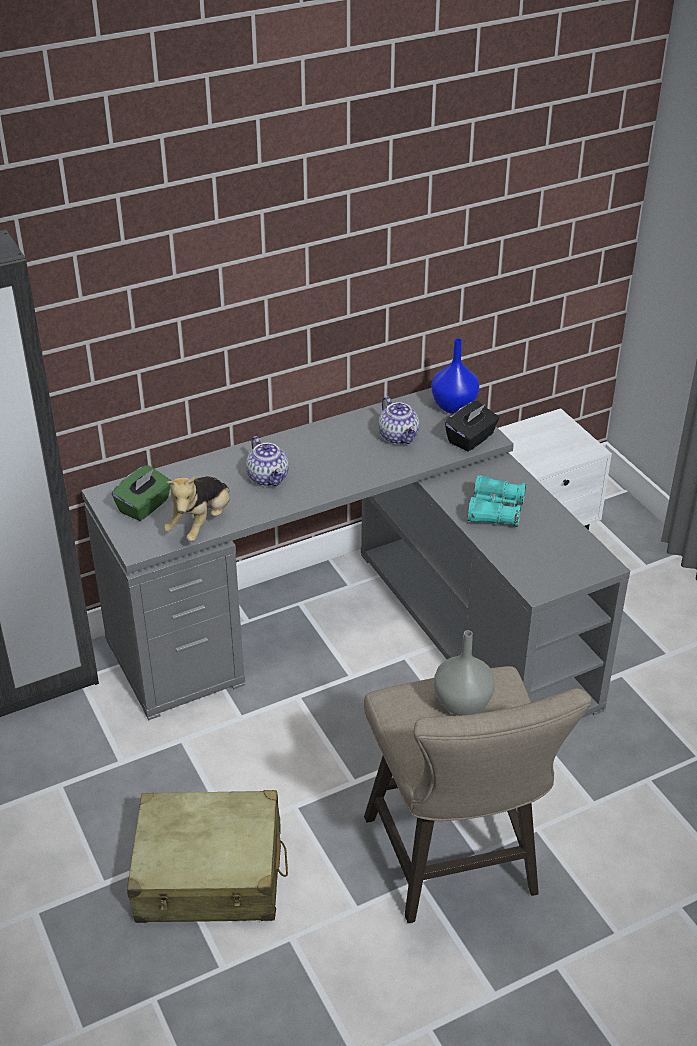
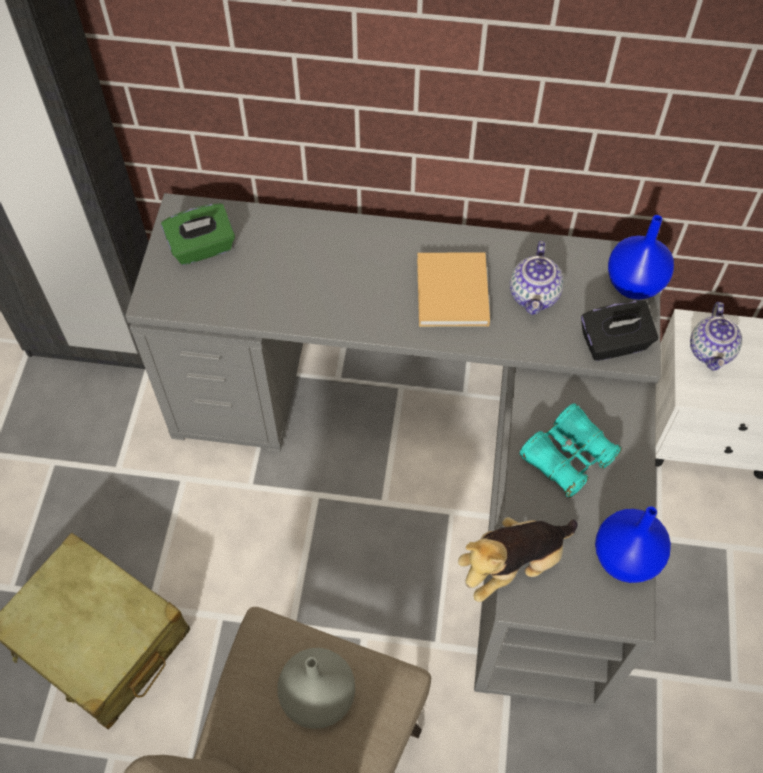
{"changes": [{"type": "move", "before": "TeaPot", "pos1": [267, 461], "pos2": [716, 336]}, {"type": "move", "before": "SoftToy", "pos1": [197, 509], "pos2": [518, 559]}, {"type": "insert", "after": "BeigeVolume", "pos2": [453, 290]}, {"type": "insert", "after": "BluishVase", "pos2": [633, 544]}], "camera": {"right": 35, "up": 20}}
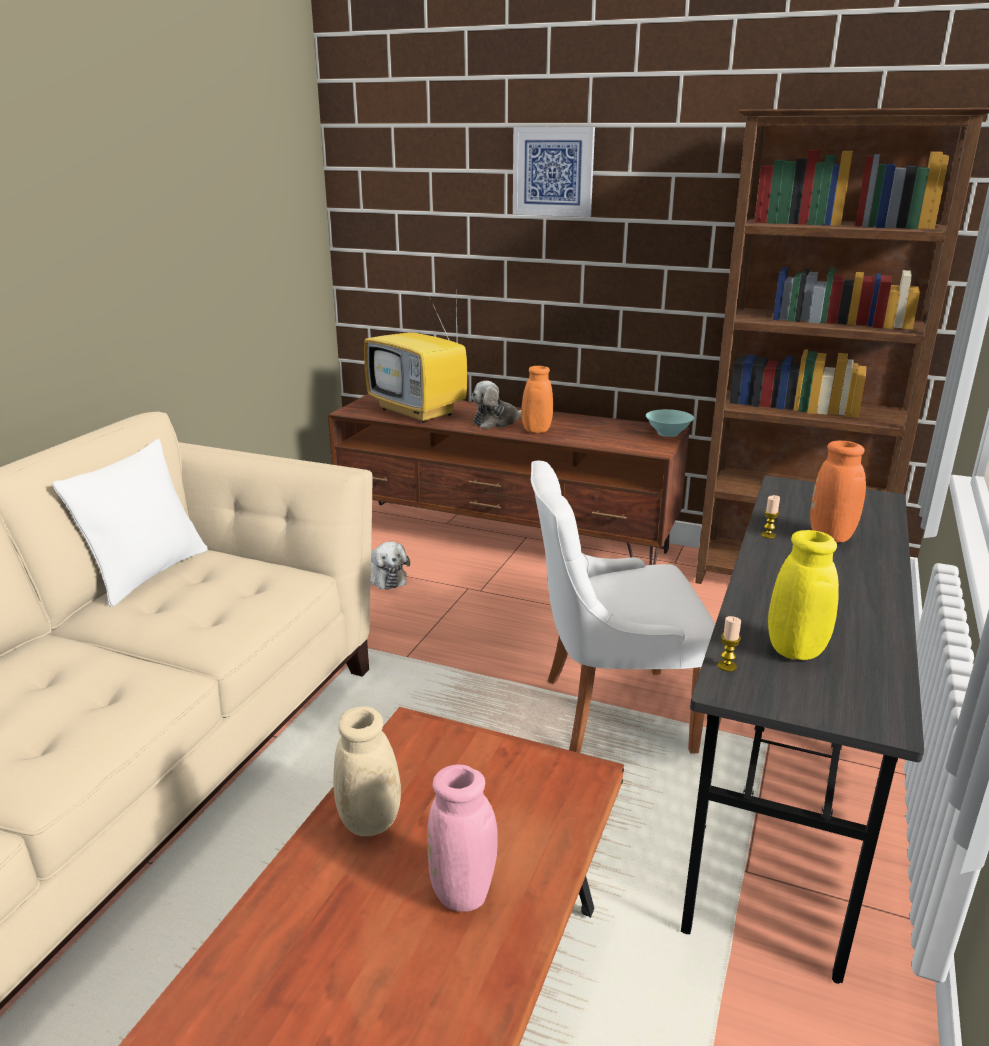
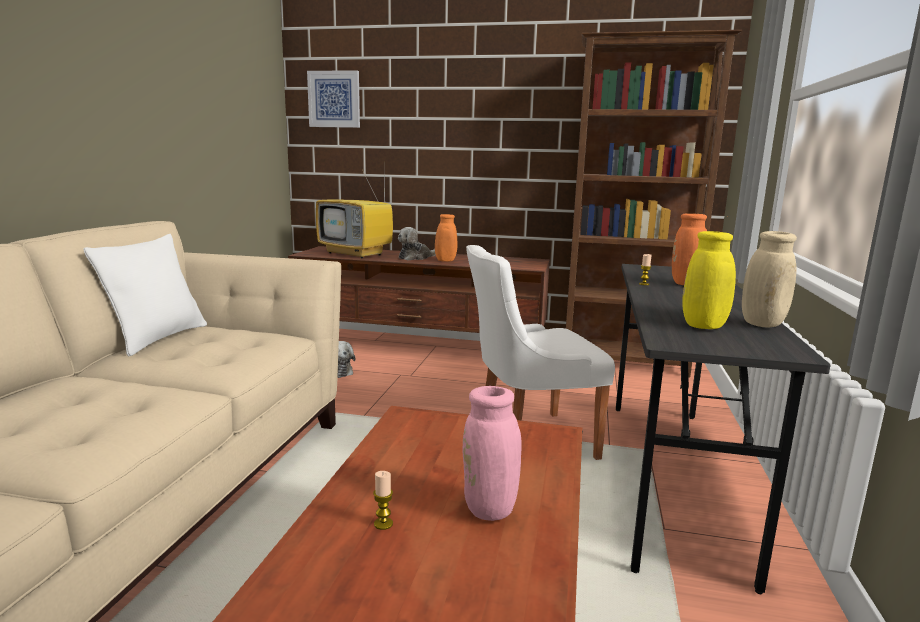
{"changes": [{"type": "move", "before": "Picture", "pos1": [554, 172], "pos2": [333, 99]}, {"type": "delete", "before": "TurquoiseServingBowl", "pos1": [670, 423]}, {"type": "move", "before": "WaxLight", "pos1": [729, 644], "pos2": [383, 500]}, {"type": "move", "before": "BeigeVase", "pos1": [368, 746], "pos2": [769, 279]}], "camera": {"right": -10, "up": -10}}
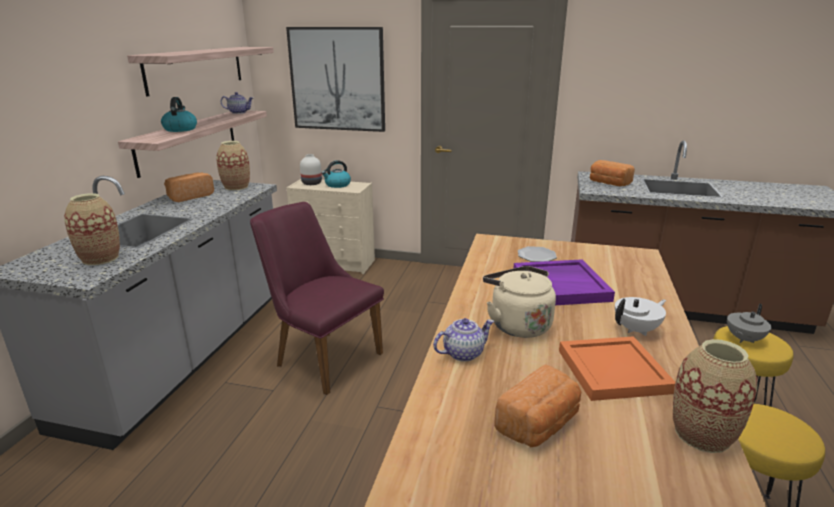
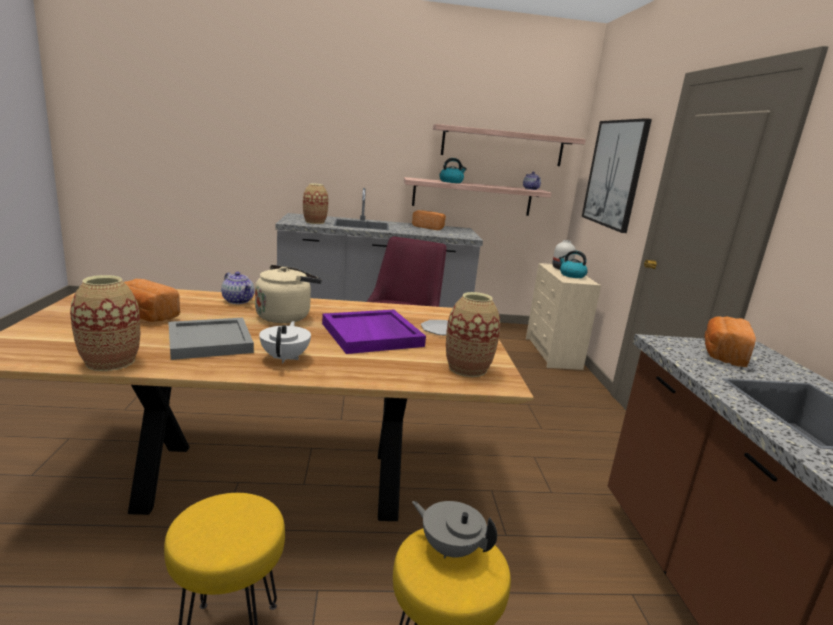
{"changes": [{"type": "move", "before": "Vase", "pos1": [233, 165], "pos2": [473, 334]}, {"type": "rotate", "before": "WhiteColouredTeaPot", "pos1": [640, 316], "pos2": [285, 342], "turn": -135}, {"type": "recolor", "before": "OrangeyServingTray", "after": "GreyServingTray", "pos1": [617, 368], "pos2": [211, 339]}], "camera": {"right": 70, "up": -5}}
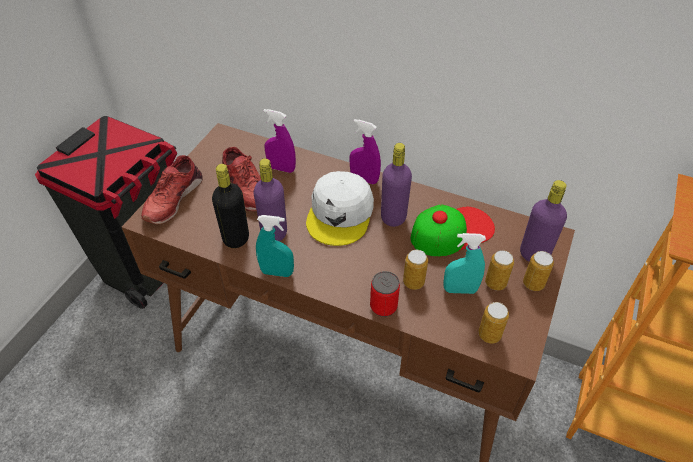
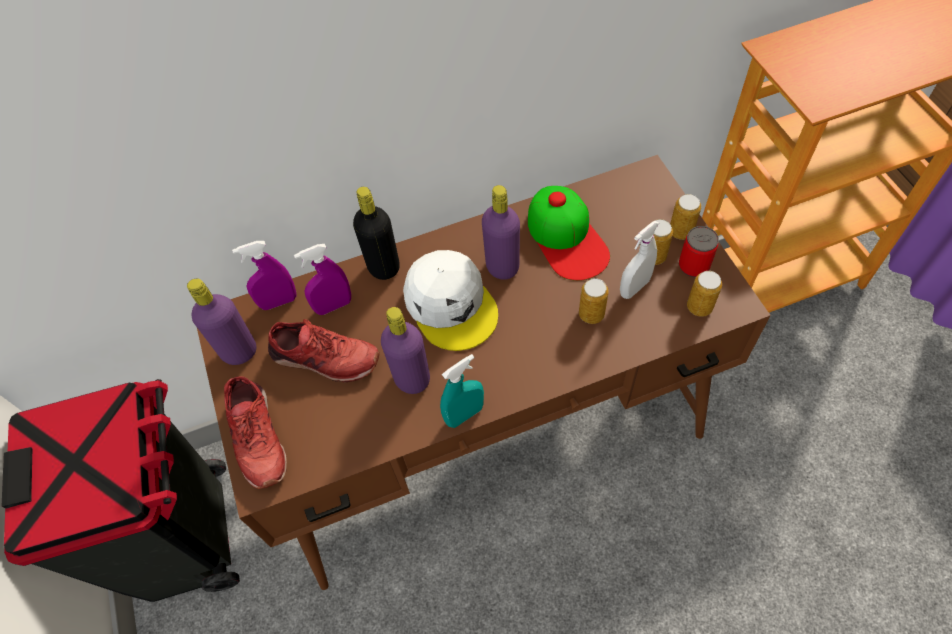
{"changes": [{"type": "move", "before": "PurpleColouredSprayer", "pos1": [365, 151], "pos2": [264, 275]}, {"type": "move", "before": "BlackBeverageBottle", "pos1": [230, 206], "pos2": [376, 233]}, {"type": "move", "before": "PurpleColouredBeverageBottle", "pos1": [543, 221], "pos2": [221, 322]}, {"type": "rotate", "before": "BaseballCap", "pos1": [453, 231], "pos2": [569, 233], "turn": 135}, {"type": "recolor", "before": "TurquoiseSprayer", "after": "WhiteColouredSprayer", "pos1": [464, 263], "pos2": [639, 260]}, {"type": "move", "before": "Can", "pos1": [385, 294], "pos2": [699, 251]}], "camera": {"right": -40, "up": 10}}
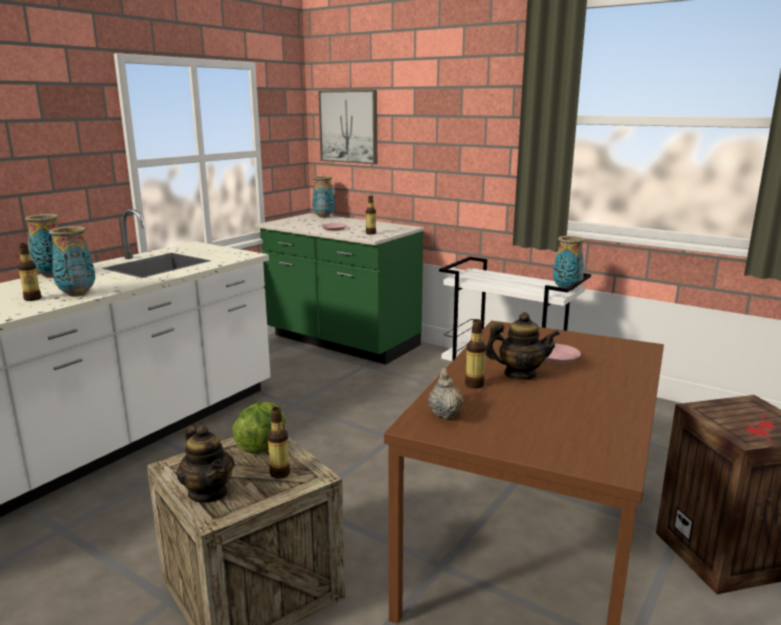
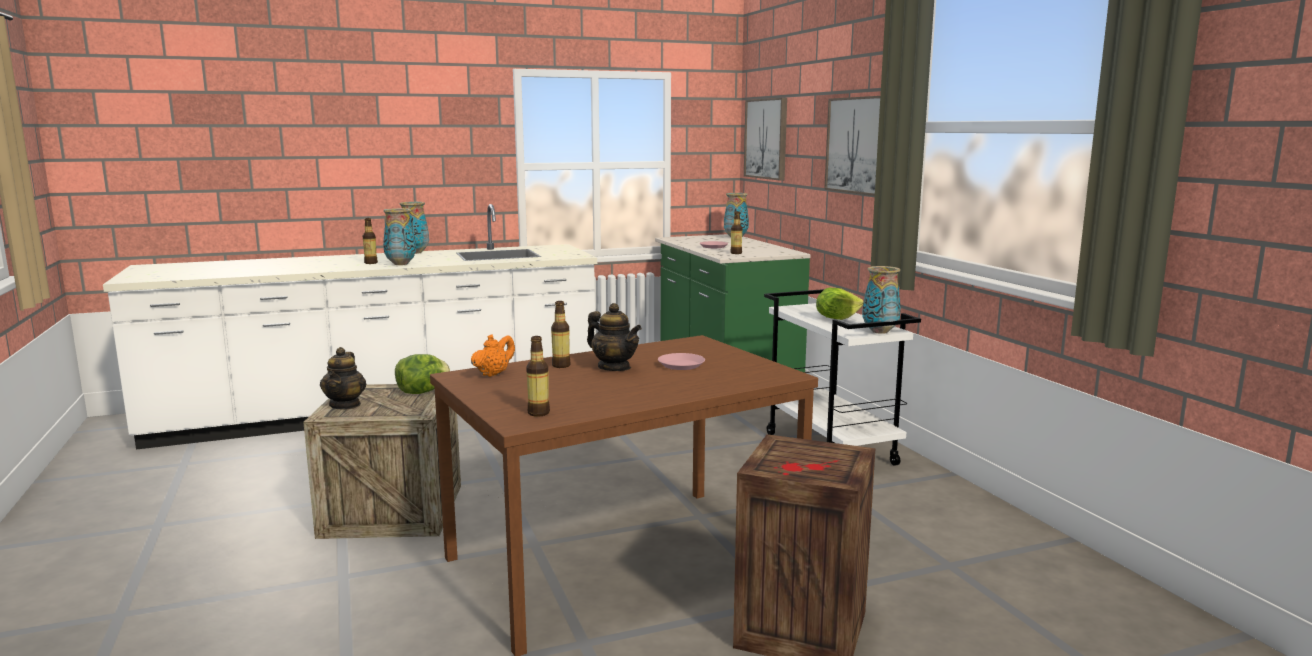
{"changes": [{"type": "recolor", "before": "BeigeTeaPot", "after": "OrangeyTeaPot", "pos1": [446, 393], "pos2": [493, 355]}, {"type": "move", "before": "BeverageBottle", "pos1": [278, 443], "pos2": [538, 376]}, {"type": "insert", "after": "Picture", "pos2": [852, 146]}, {"type": "insert", "after": "HeadOfLettuce", "pos2": [840, 303]}], "camera": {"right": 35, "up": -5}}
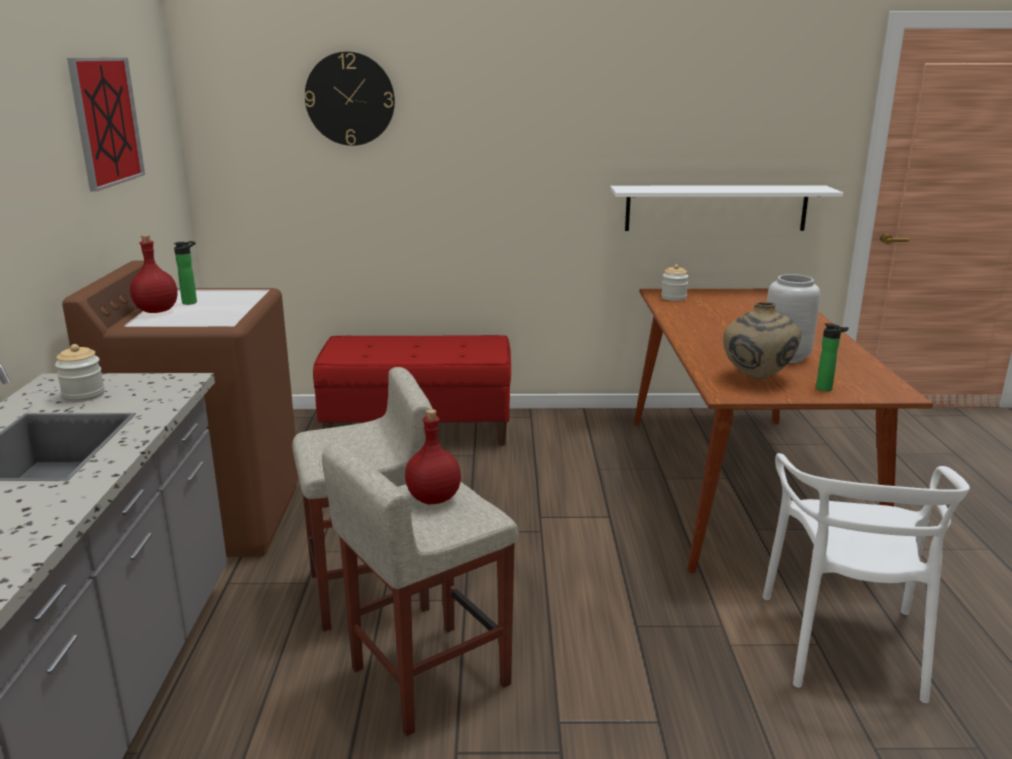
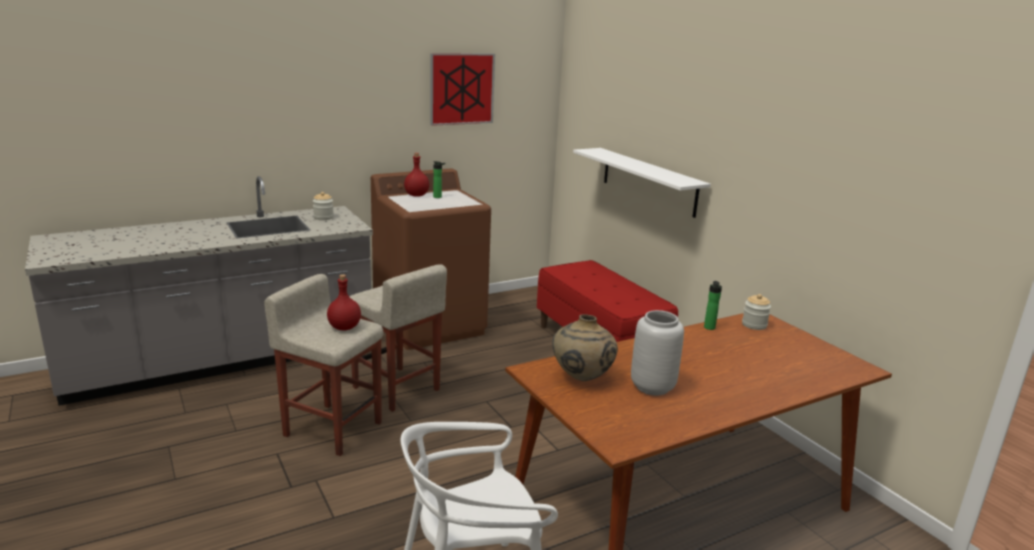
{"changes": [{"type": "delete", "before": "WallClock", "pos1": [350, 99]}, {"type": "move", "before": "WhiteColouredWallShelf", "pos1": [726, 208], "pos2": [642, 183]}, {"type": "move", "before": "BeverageBottle", "pos1": [832, 357], "pos2": [713, 305]}], "camera": {"right": 60, "up": 0}}
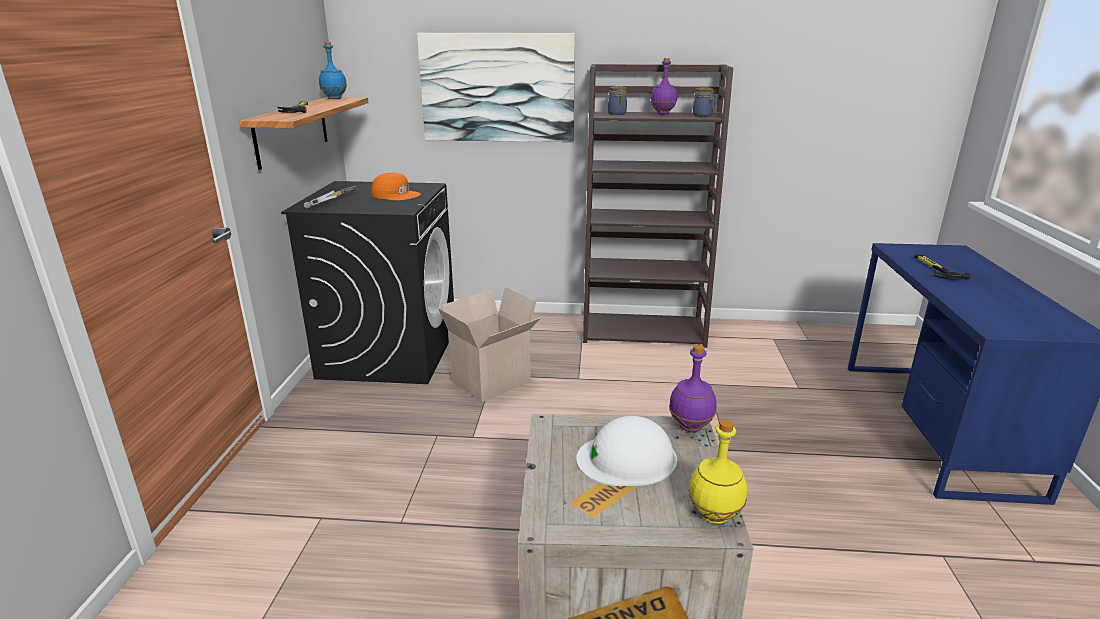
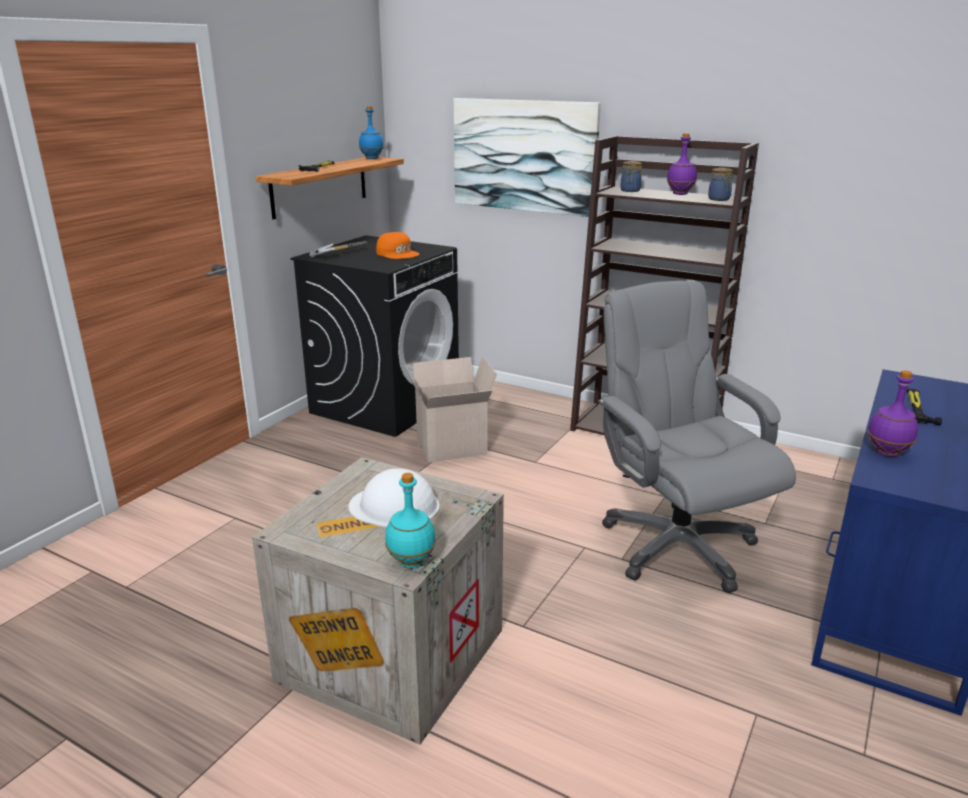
{"changes": [{"type": "move", "before": "PurpleColouredBeverageBottle", "pos1": [693, 388], "pos2": [892, 413]}, {"type": "recolor", "before": "YellowBeverageBottle", "after": "TurquoiseBeverageBottle", "pos1": [717, 471], "pos2": [410, 520]}, {"type": "insert", "after": "GreyOfficeChair", "pos2": [697, 436]}], "camera": {"right": 25, "up": 0}}
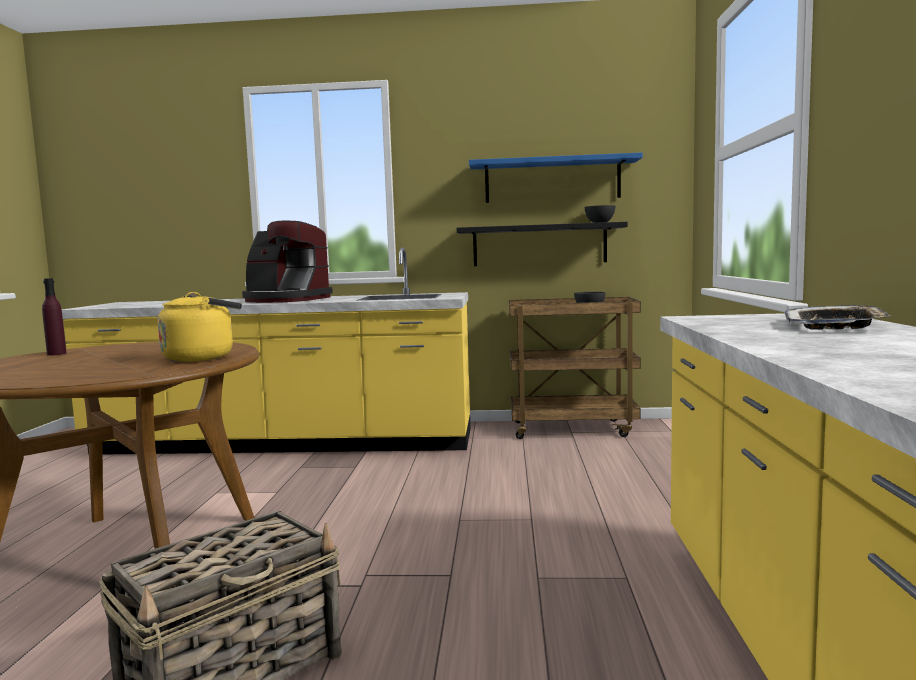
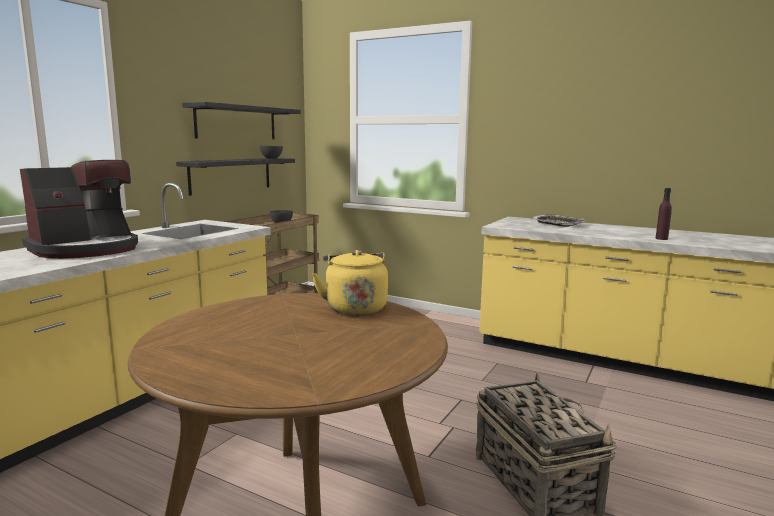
{"changes": [{"type": "recolor", "before": "BluishWallShelf", "after": "BlackWallShelf", "pos1": [556, 177], "pos2": [241, 120]}, {"type": "move", "before": "PurpleColouredBeverageBottle", "pos1": [54, 317], "pos2": [663, 214]}], "camera": {"right": -65, "up": 5}}
